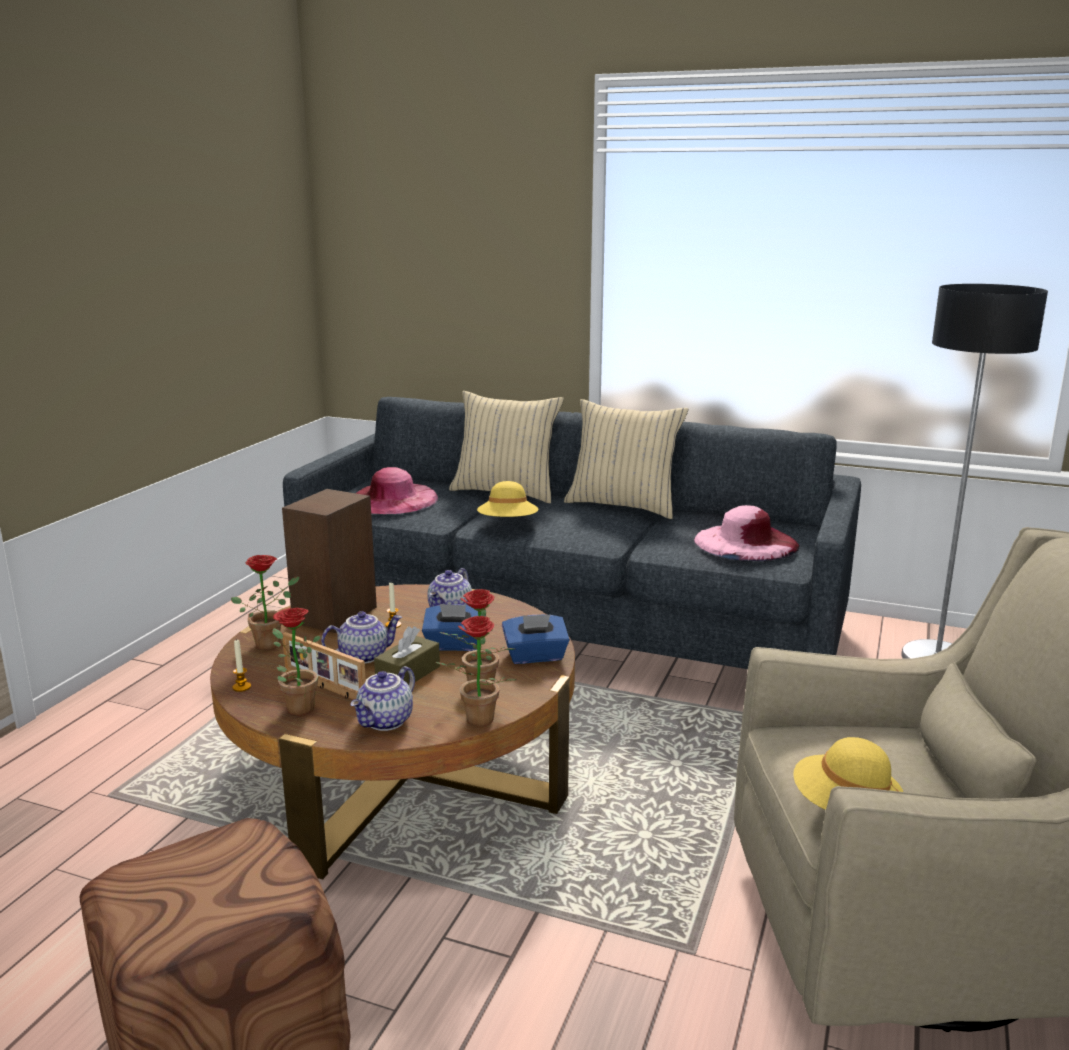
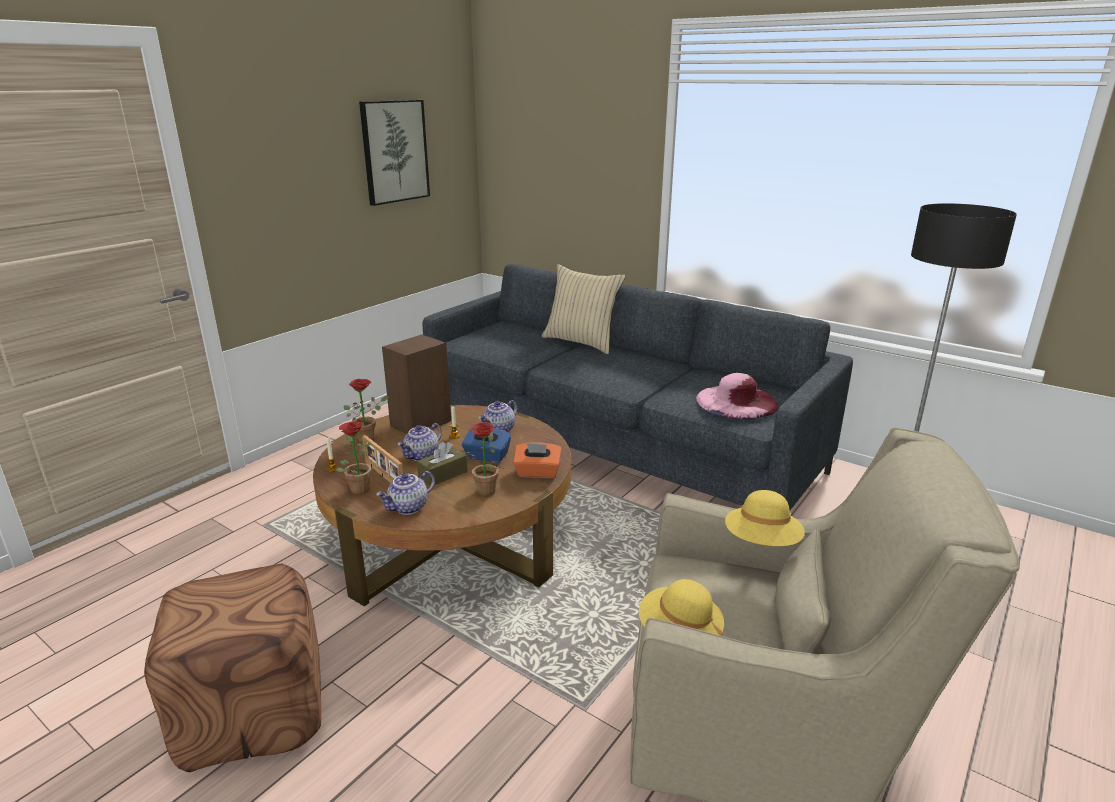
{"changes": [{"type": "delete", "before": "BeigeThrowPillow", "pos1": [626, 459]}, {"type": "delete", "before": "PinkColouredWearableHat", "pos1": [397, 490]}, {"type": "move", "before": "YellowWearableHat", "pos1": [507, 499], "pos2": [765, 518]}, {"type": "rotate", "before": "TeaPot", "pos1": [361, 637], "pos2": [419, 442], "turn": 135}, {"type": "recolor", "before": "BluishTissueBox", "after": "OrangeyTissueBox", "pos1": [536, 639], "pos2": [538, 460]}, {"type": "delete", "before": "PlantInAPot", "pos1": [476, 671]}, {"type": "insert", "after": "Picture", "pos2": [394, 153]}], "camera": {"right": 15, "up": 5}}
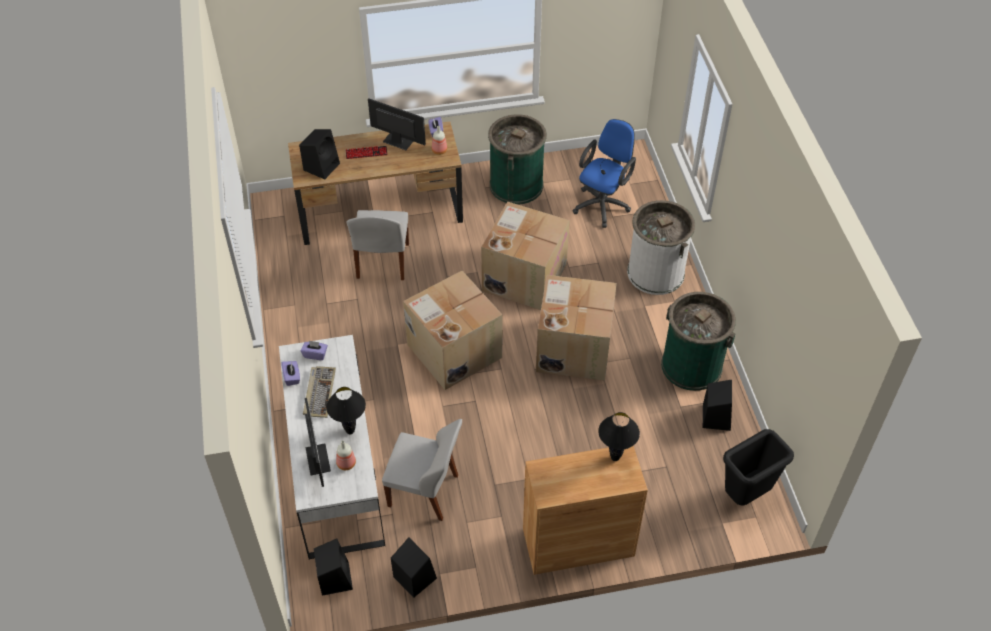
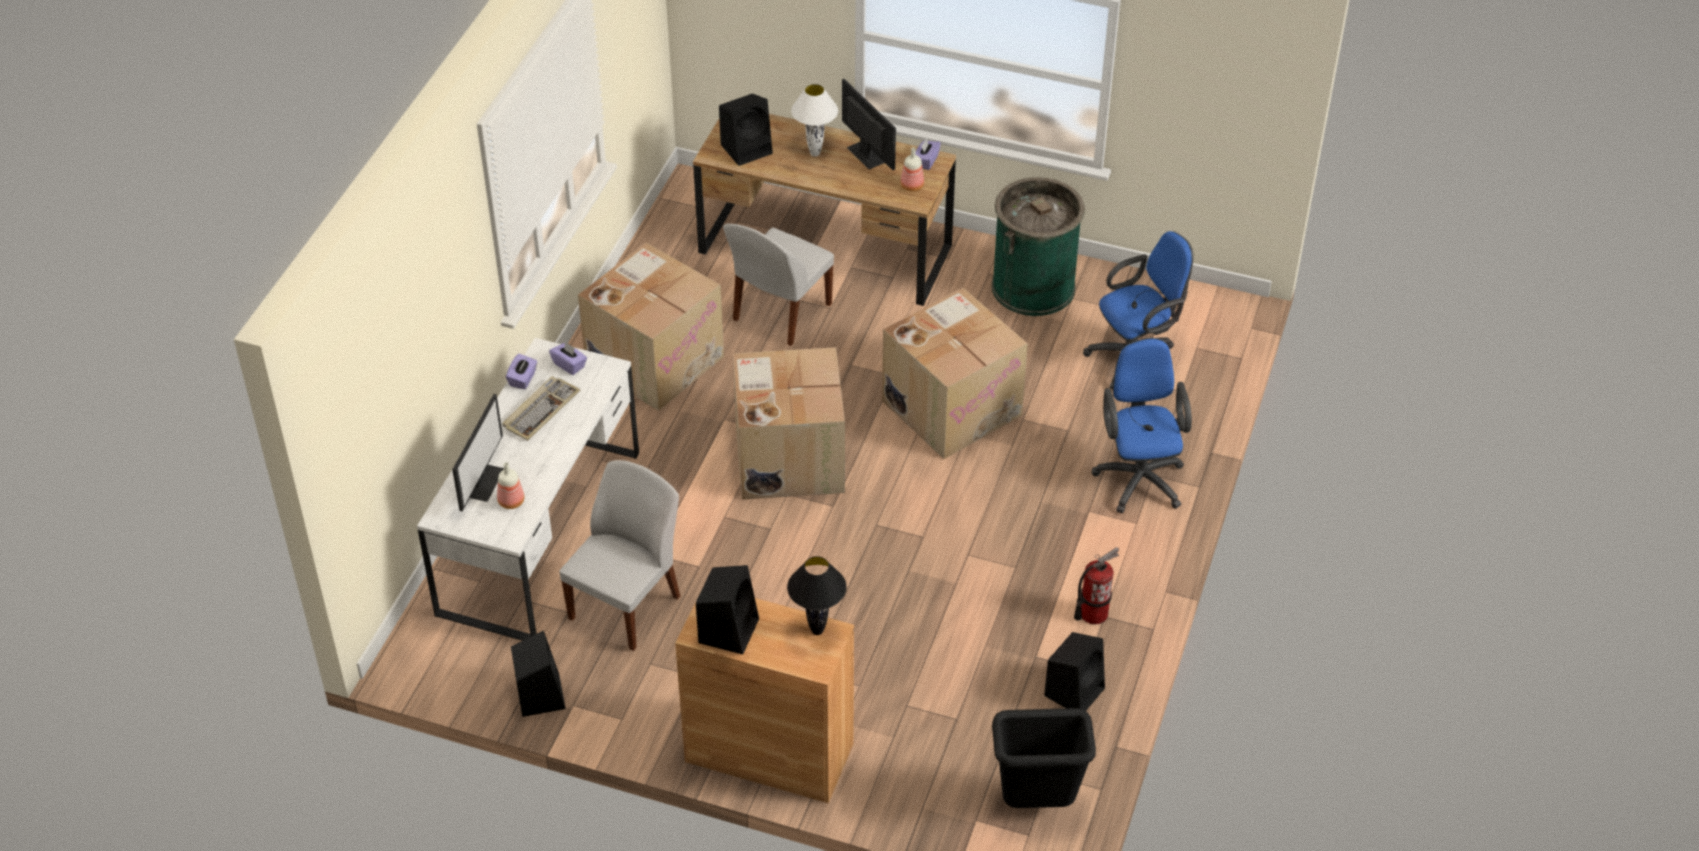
{"changes": [{"type": "replace", "before": "Keyboard", "after": "WhiteColouredLampForATable", "pos1": [366, 152], "pos2": [814, 120]}, {"type": "replace", "before": "WhiteColouredTrashCan", "after": "BluishOfficeChair", "pos1": [661, 247], "pos2": [1142, 425]}, {"type": "move", "before": "Carton", "pos1": [576, 328], "pos2": [651, 327]}, {"type": "replace", "before": "GreenishTrashCan", "after": "FireExtinguisher", "pos1": [698, 341], "pos2": [1096, 585]}, {"type": "delete", "before": "BlackLampForATable", "pos1": [346, 410]}, {"type": "rotate", "before": "WhiteColouredPlainChair", "pos1": [422, 470], "pos2": [619, 555], "turn": -105}, {"type": "move", "before": "BlackAudioSpeaker", "pos1": [333, 567], "pos2": [727, 609]}], "camera": {"right": 30, "up": -5}}
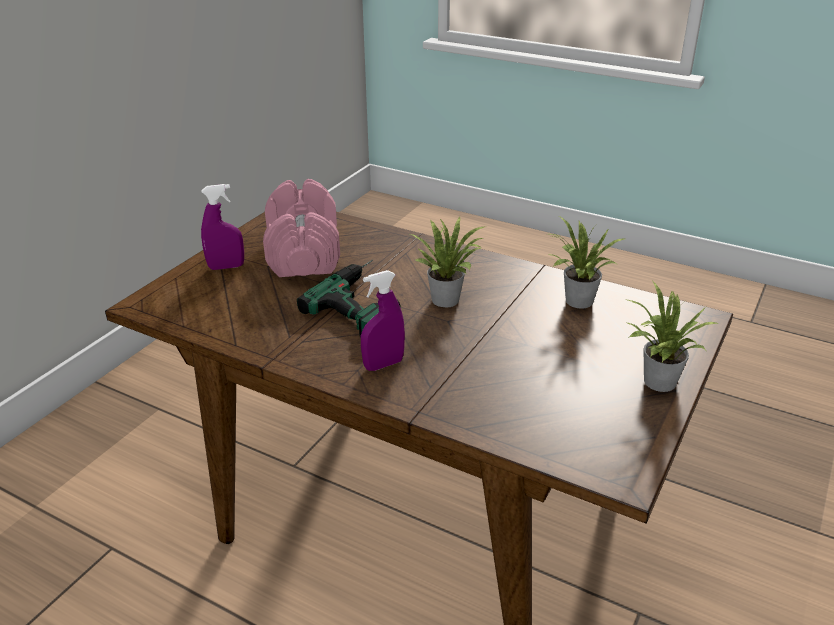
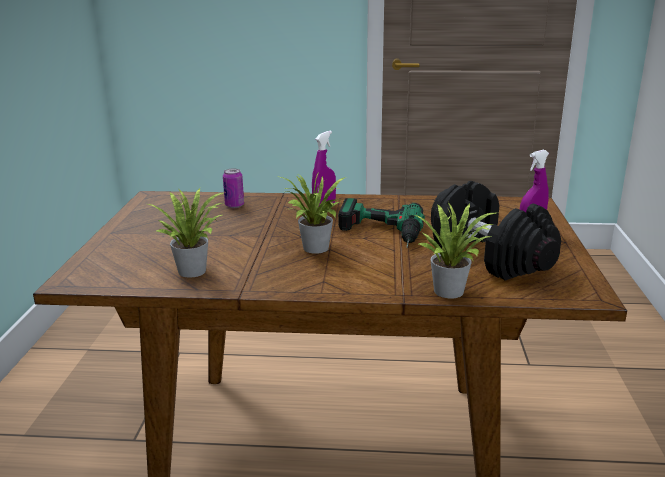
{"changes": [{"type": "recolor", "before": "PinkColouredHandWeight", "after": "BlackHandWeight", "pos1": [301, 228], "pos2": [496, 231]}, {"type": "move", "before": "PlantInAPot", "pos1": [672, 336], "pos2": [455, 250]}, {"type": "insert", "after": "Can", "pos2": [233, 188]}], "camera": {"right": 155, "up": -10}}
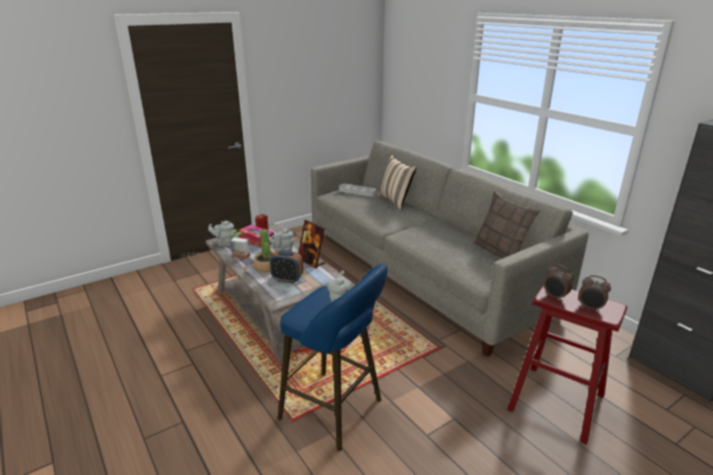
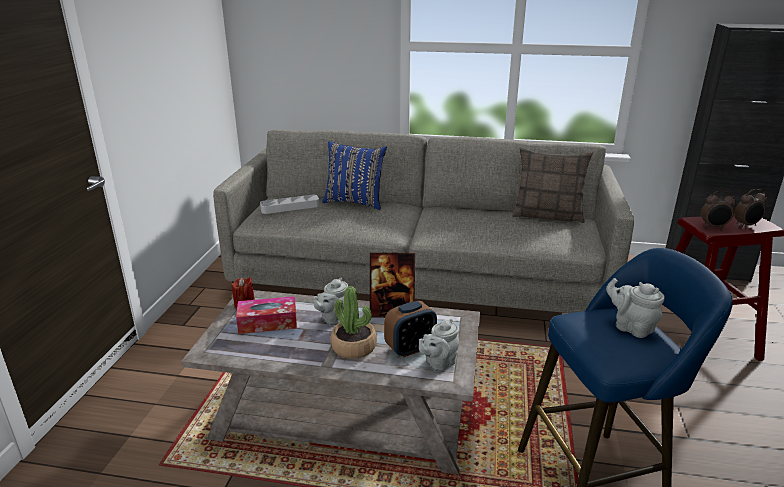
{"changes": [{"type": "recolor", "before": "BeigeThrowPillow", "after": "BluishThrowPillow", "pos1": [397, 182], "pos2": [354, 175]}, {"type": "move", "before": "GreyTeaPot", "pos1": [222, 233], "pos2": [439, 345]}, {"type": "delete", "before": "PlantInAPot", "pos1": [240, 244]}], "camera": {"right": -45, "up": 0}}
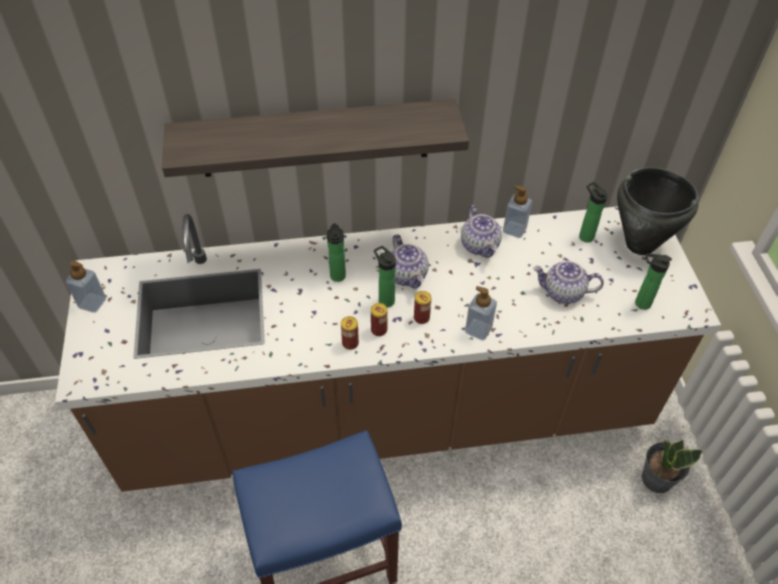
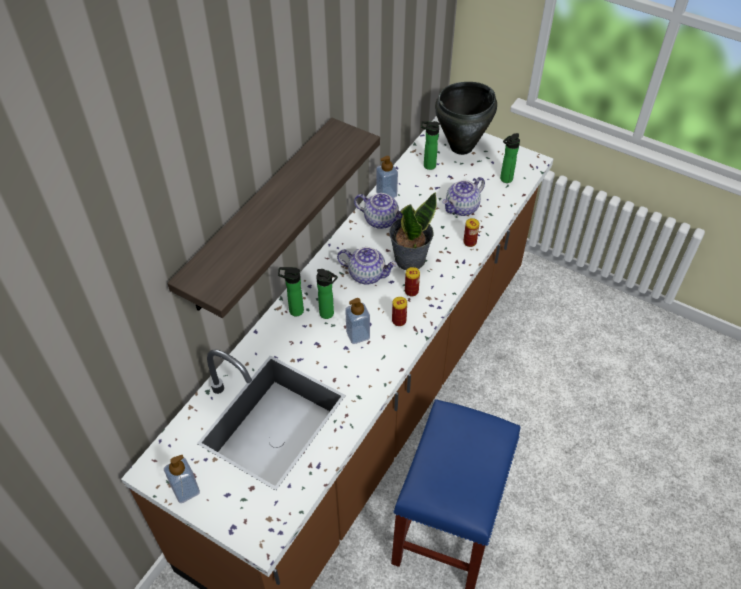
{"changes": [{"type": "move", "before": "BeverageBottle", "pos1": [385, 277], "pos2": [291, 291]}, {"type": "move", "before": "SoapDispenser", "pos1": [481, 313], "pos2": [357, 321]}, {"type": "move", "before": "Can", "pos1": [350, 333], "pos2": [471, 232]}, {"type": "move", "before": "PlantInAPot", "pos1": [672, 466], "pos2": [413, 231]}], "camera": {"right": -50, "up": 0}}
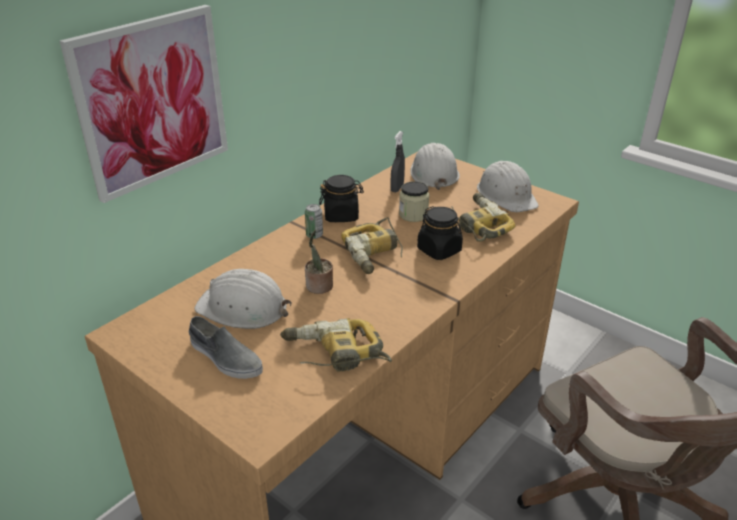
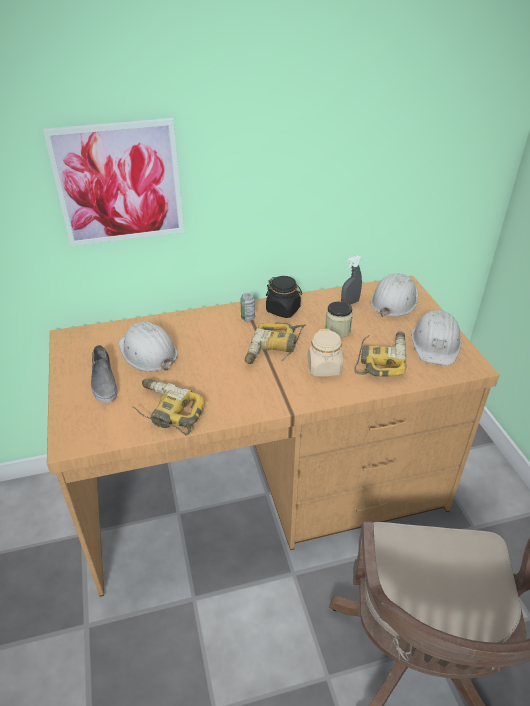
{"changes": [{"type": "recolor", "before": "BlackStorageJar", "after": "BeigeStorageJar", "pos1": [440, 233], "pos2": [325, 353]}, {"type": "delete", "before": "PlantInAPot", "pos1": [319, 261]}], "camera": {"right": 35, "up": 5}}
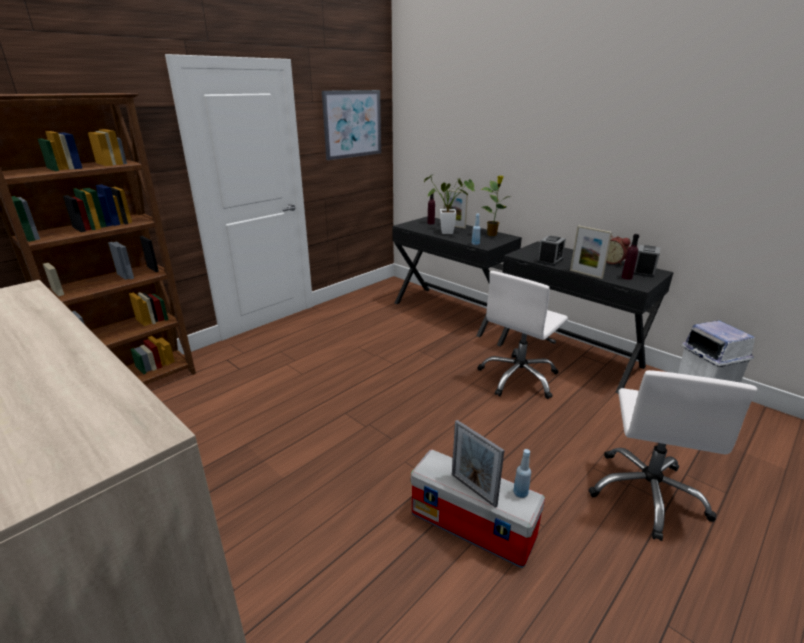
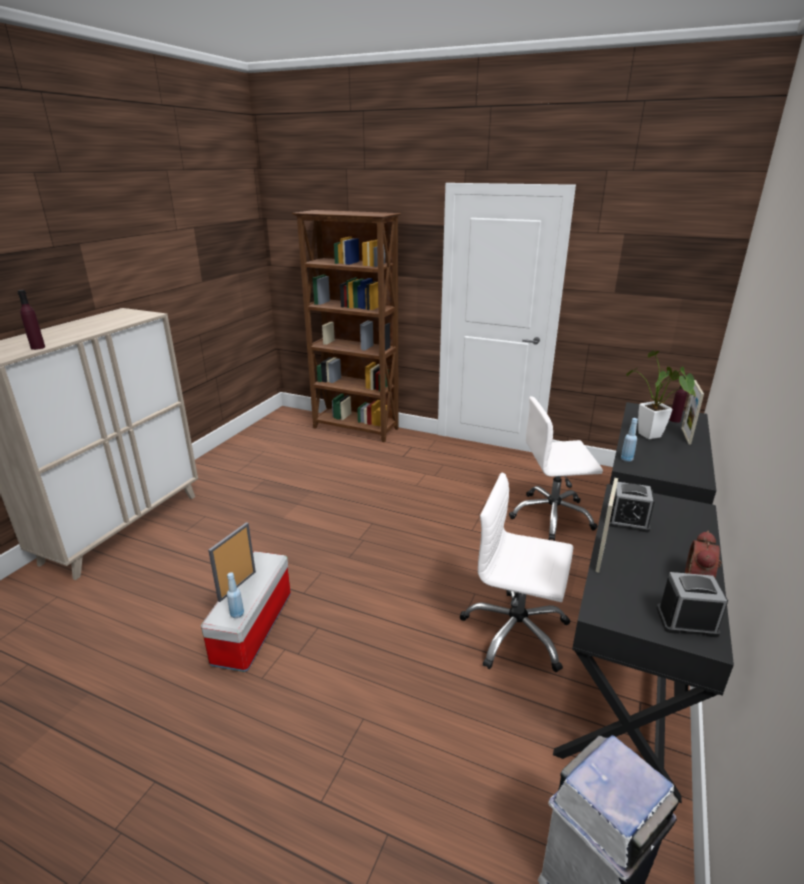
{"changes": [{"type": "delete", "before": "Picture", "pos1": [351, 125]}, {"type": "delete", "before": "PlantInAPot", "pos1": [495, 206]}, {"type": "move", "before": "PurpleColouredBeverageBottle", "pos1": [630, 257], "pos2": [31, 320]}, {"type": "move", "before": "WhiteColouredOfficeChair", "pos1": [672, 455], "pos2": [556, 468]}], "camera": {"right": 70, "up": 0}}
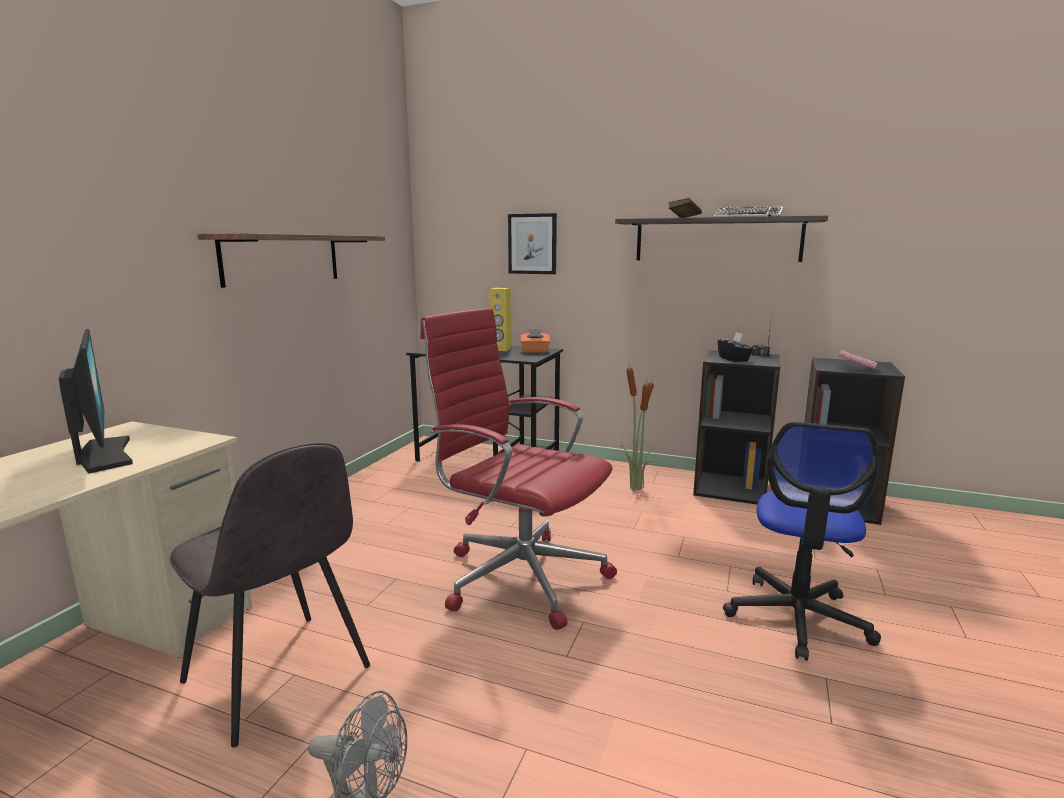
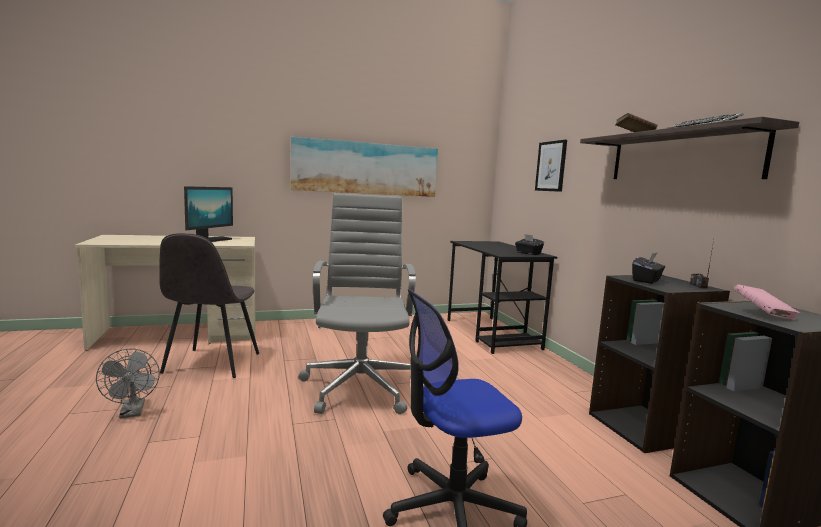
{"changes": [{"type": "replace", "before": "WallShelf", "after": "Picture", "pos1": [291, 260], "pos2": [364, 166]}, {"type": "delete", "before": "YellowAudioSpeaker", "pos1": [500, 319]}, {"type": "recolor", "before": "RedColouredOfficeChair", "after": "GreyOfficeChair", "pos1": [518, 469], "pos2": [357, 303]}, {"type": "recolor", "before": "OrangeyTissueBox", "after": "BlackTissueBox", "pos1": [535, 341], "pos2": [529, 244]}, {"type": "delete", "before": "PlantInAPot", "pos1": [636, 426]}], "camera": {"right": 50, "up": -5}}
